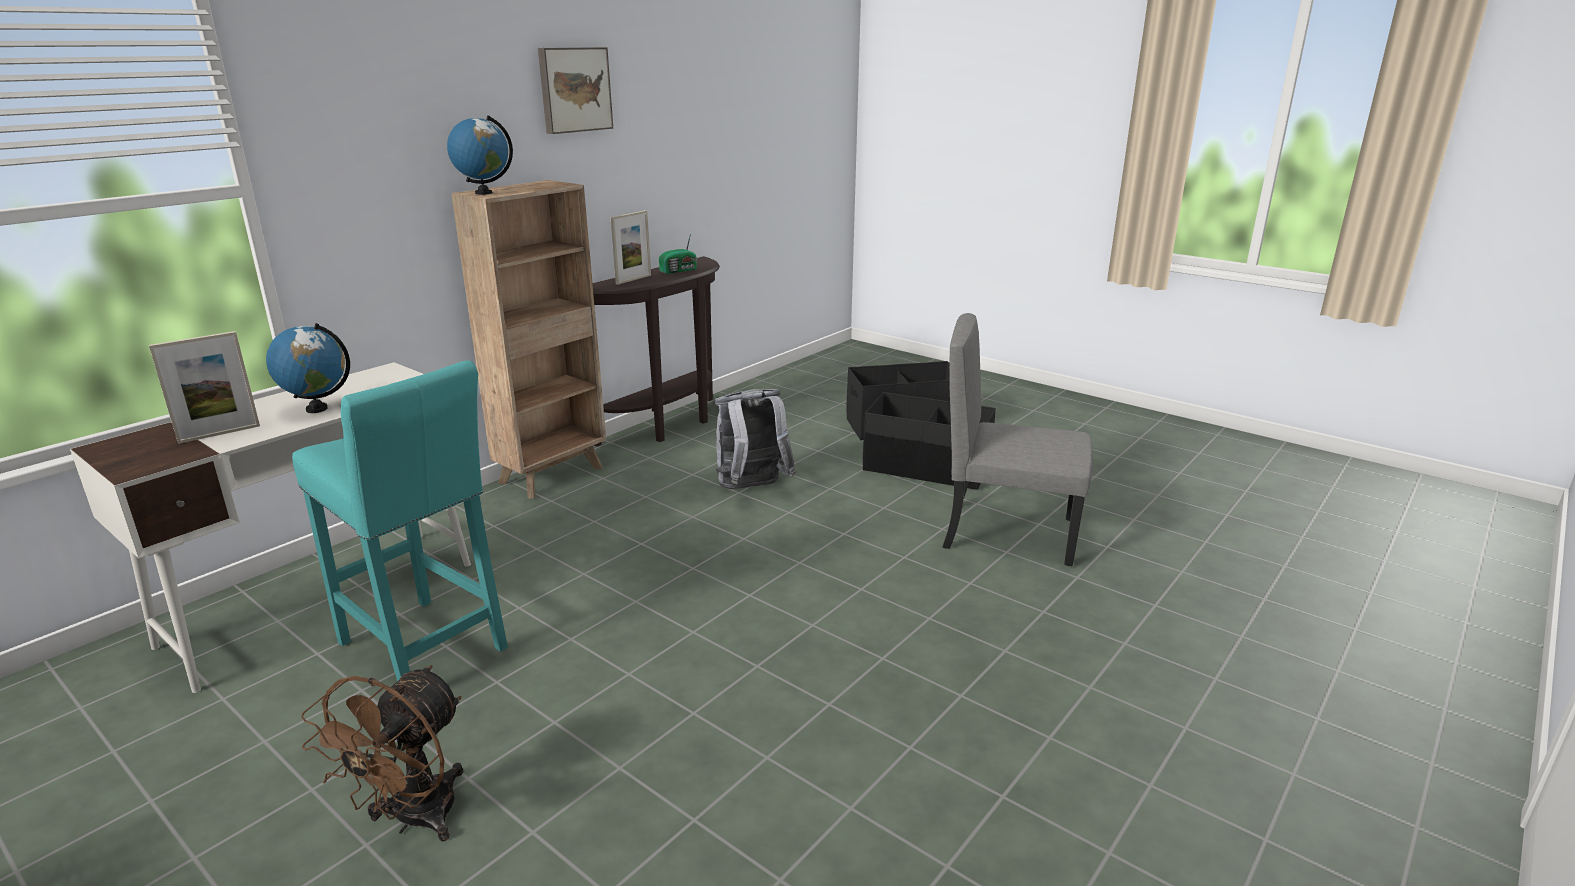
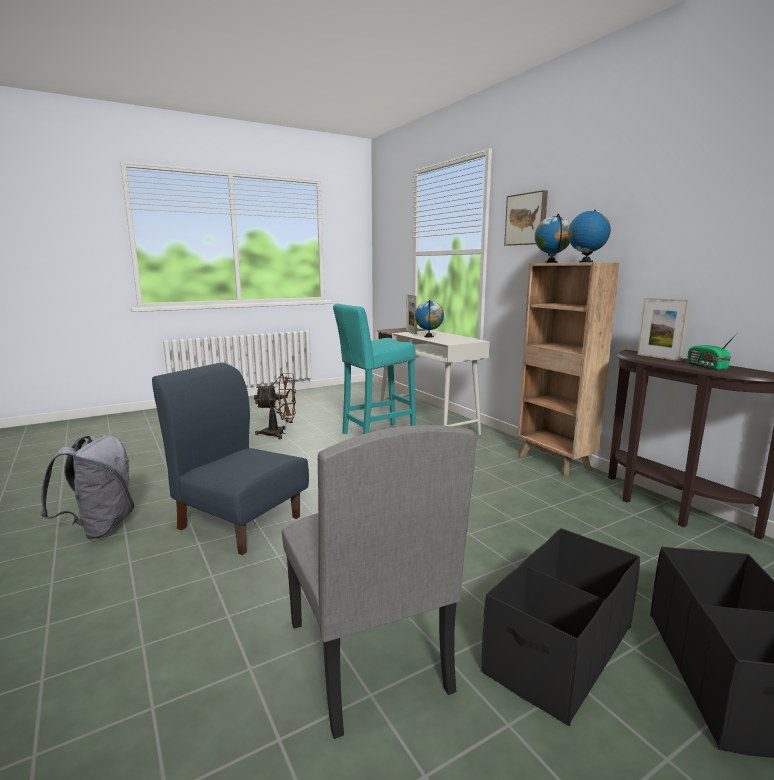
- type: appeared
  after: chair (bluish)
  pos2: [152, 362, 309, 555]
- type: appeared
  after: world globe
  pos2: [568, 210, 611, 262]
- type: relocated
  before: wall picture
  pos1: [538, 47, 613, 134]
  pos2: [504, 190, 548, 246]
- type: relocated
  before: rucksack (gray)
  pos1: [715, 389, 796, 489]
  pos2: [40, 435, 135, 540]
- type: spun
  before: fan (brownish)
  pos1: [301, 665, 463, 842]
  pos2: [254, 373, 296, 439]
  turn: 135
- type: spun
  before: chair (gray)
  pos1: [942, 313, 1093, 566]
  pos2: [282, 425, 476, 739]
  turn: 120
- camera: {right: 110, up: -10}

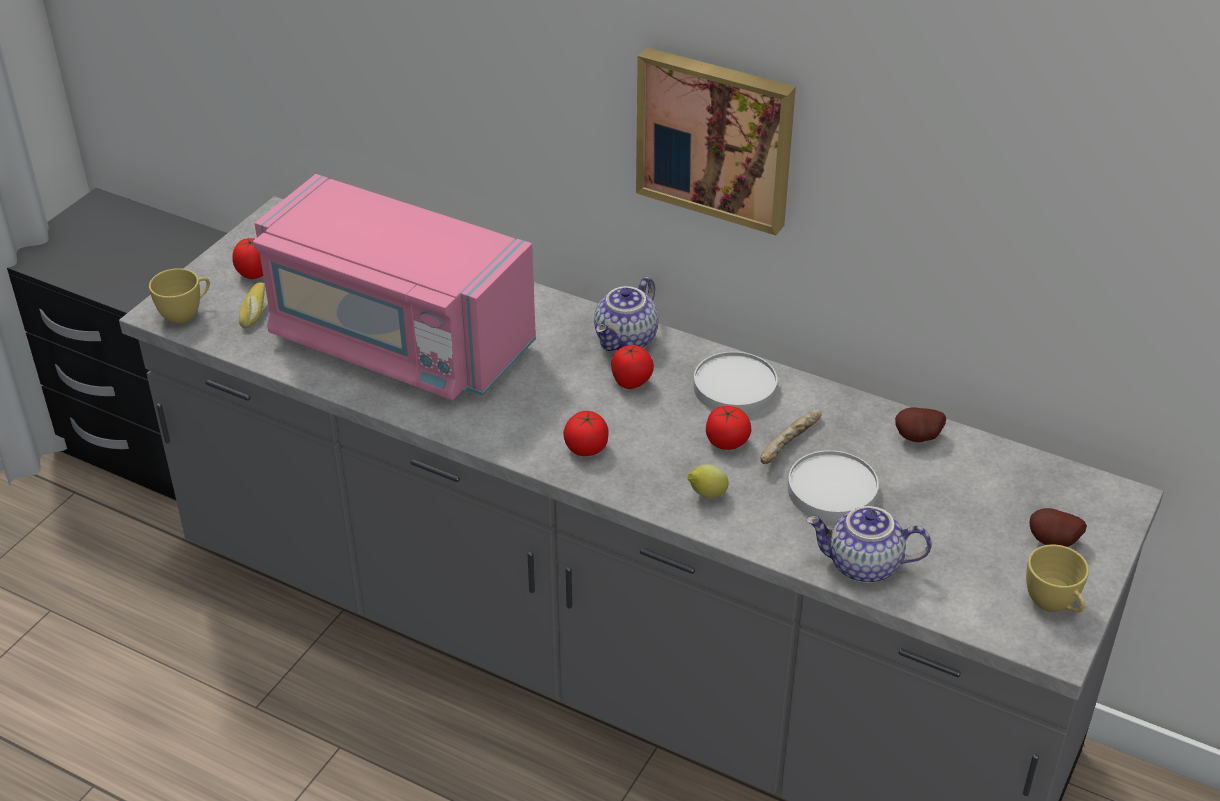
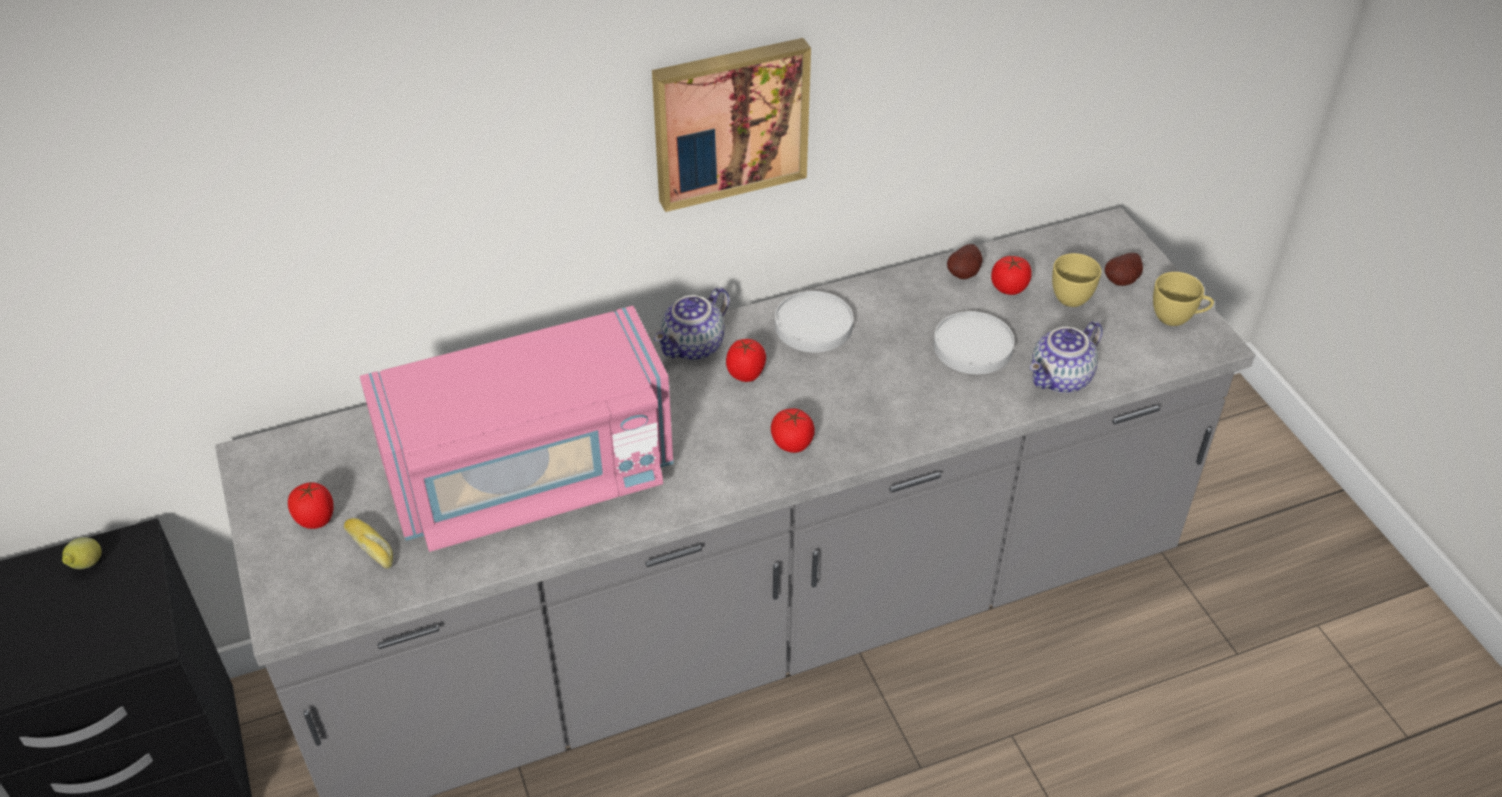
- type: missing
  before: baked bread
  pos1: [761, 409, 822, 464]
- type: relocated
  before: small cup (yellow)
  pos1: [149, 268, 210, 324]
  pos2: [1052, 253, 1102, 307]
- type: relocated
  before: whole lemon
  pos1: [687, 464, 728, 498]
  pos2: [62, 537, 102, 569]
- type: relocated
  before: whole tomato
  pos1: [706, 406, 751, 450]
  pos2: [991, 256, 1032, 295]
- type: spun
  before: tea pot
  pos1: [594, 277, 658, 351]
  pos2: [654, 287, 729, 360]
  turn: 60
- camera: {right: -50, up: 5}

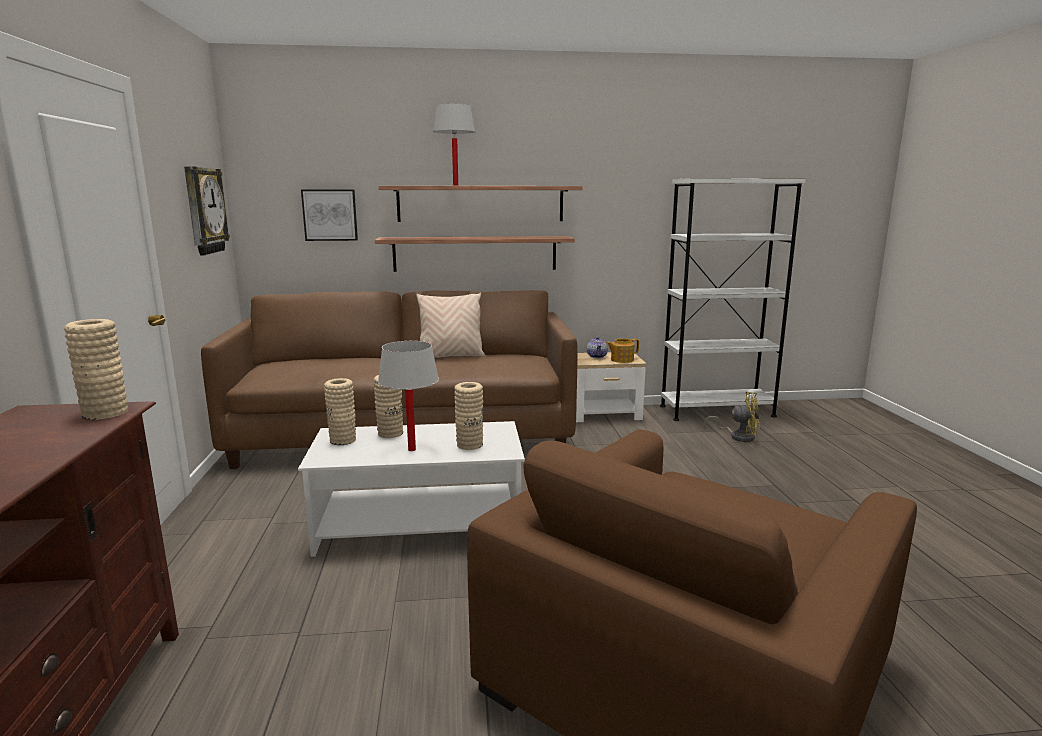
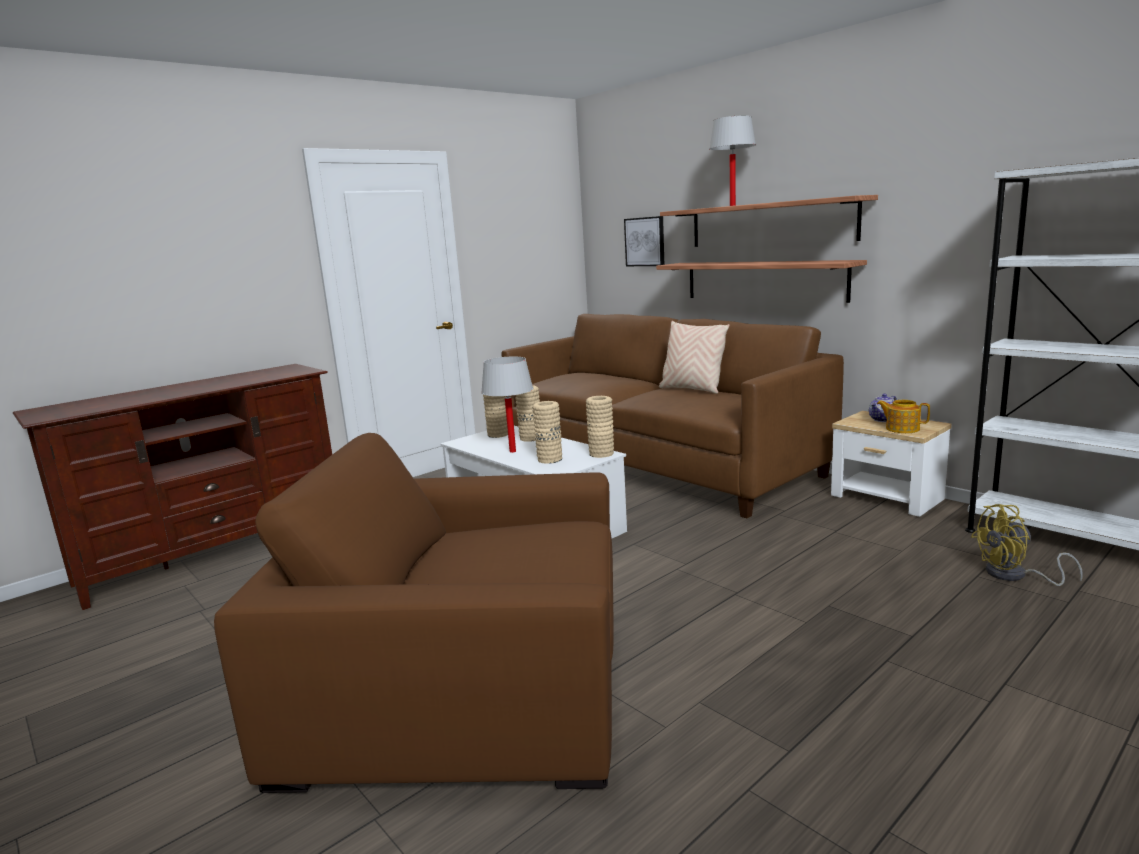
- type: missing
  before: clock on the wall
  pos1: [184, 166, 230, 255]
- type: relocated
  before: flower vase (sand-coloured)
  pos1: [64, 319, 128, 420]
  pos2: [586, 396, 614, 458]
- type: spun
  before: fan (yellow)
  pos1: [704, 392, 760, 442]
  pos2: [971, 504, 1083, 586]
  turn: 105
- camera: {right: 55, up: 0}

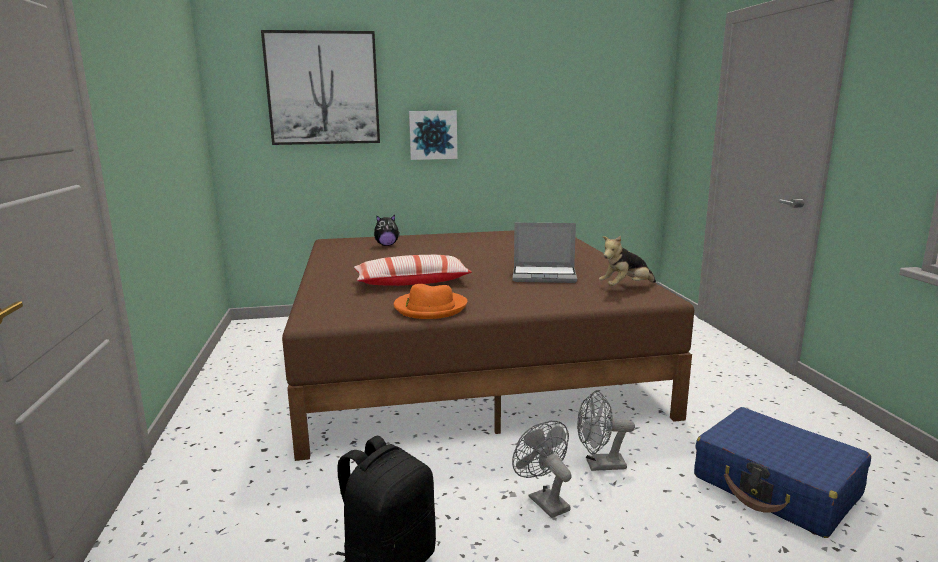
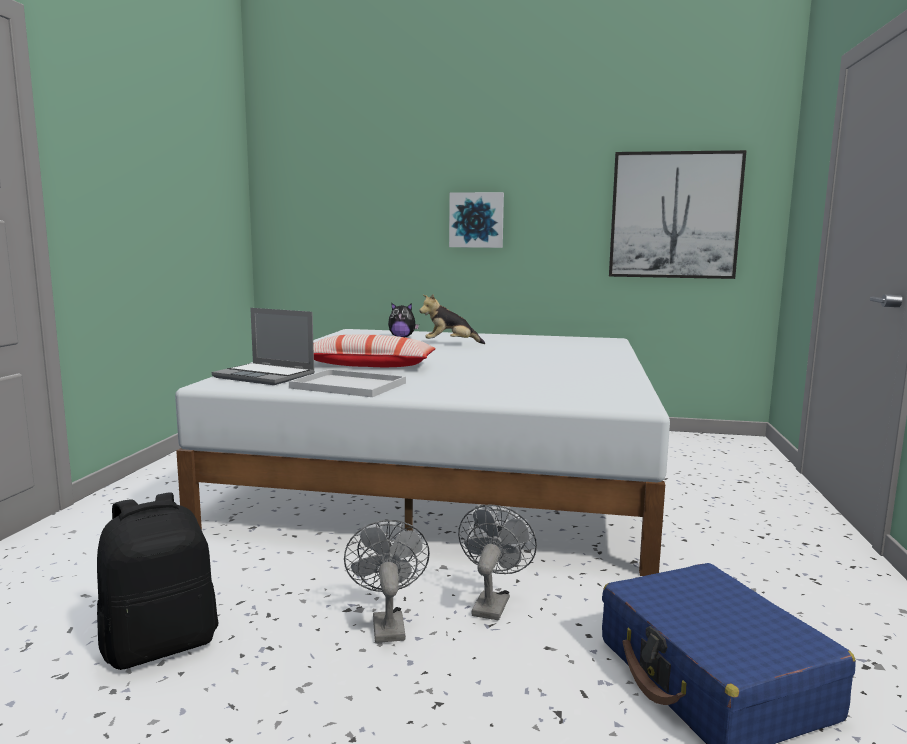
- type: relocated
  before: wall picture
  pos1: [261, 30, 380, 145]
  pos2: [609, 150, 747, 279]
- type: relocated
  before: portable computer
  pos1: [513, 223, 577, 283]
  pos2: [212, 308, 315, 385]
- type: relocated
  before: cuddly toy
  pos1: [599, 236, 656, 286]
  pos2: [419, 294, 485, 344]
- type: exchanged
  before: hat (orangey)
  after: tray (white-coloured)
  pos1: [394, 284, 467, 319]
  pos2: [289, 369, 406, 397]
- type: colour
  before: bed (brownish)
  after: bed (white-coloured)
  pos1: [282, 230, 694, 461]
  pos2: [175, 329, 670, 576]
- type: spun
  before: fan (gray)
  pos1: [577, 390, 635, 471]
  pos2: [458, 505, 537, 620]
  turn: 90
- camera: {right: 20, up: -5}

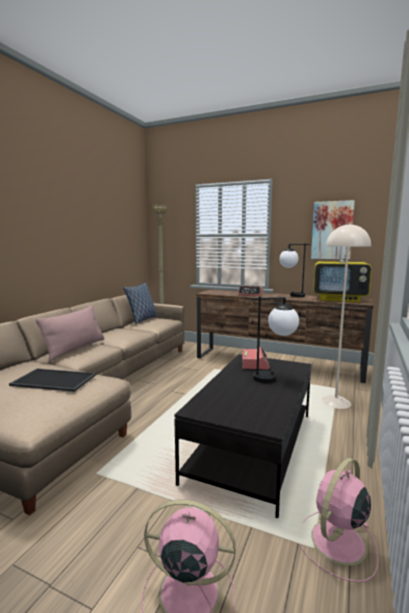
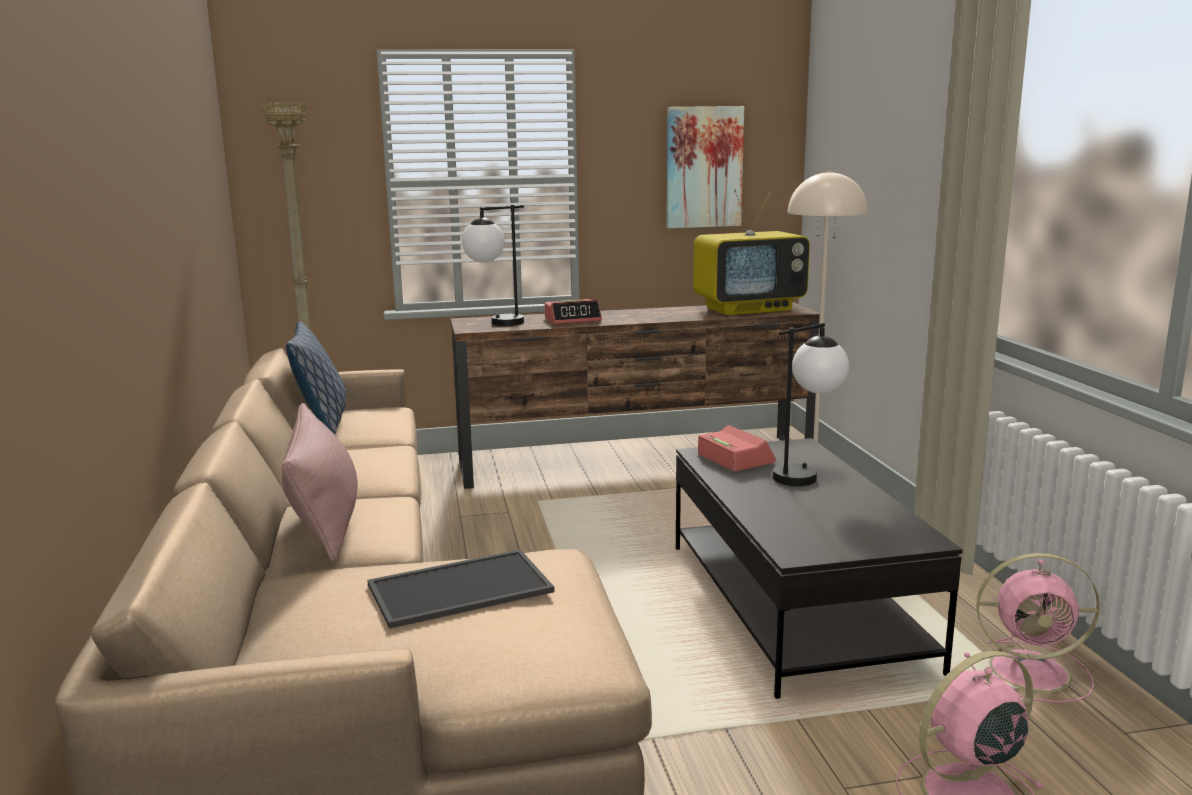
- type: relocated
  before: tabletop lamp
  pos1: [279, 243, 311, 297]
  pos2: [462, 205, 524, 326]
- type: spun
  before: fan (pink-coloured)
  pos1: [299, 458, 379, 582]
  pos2: [964, 553, 1100, 703]
  turn: -90
- camera: {right: -35, up: 5}

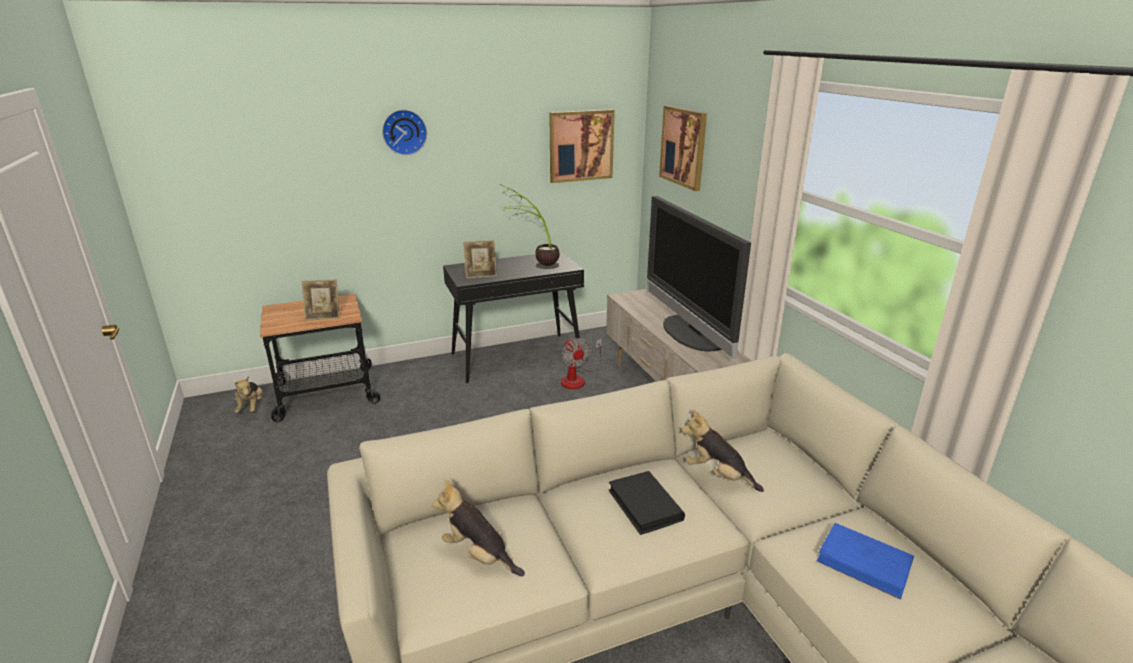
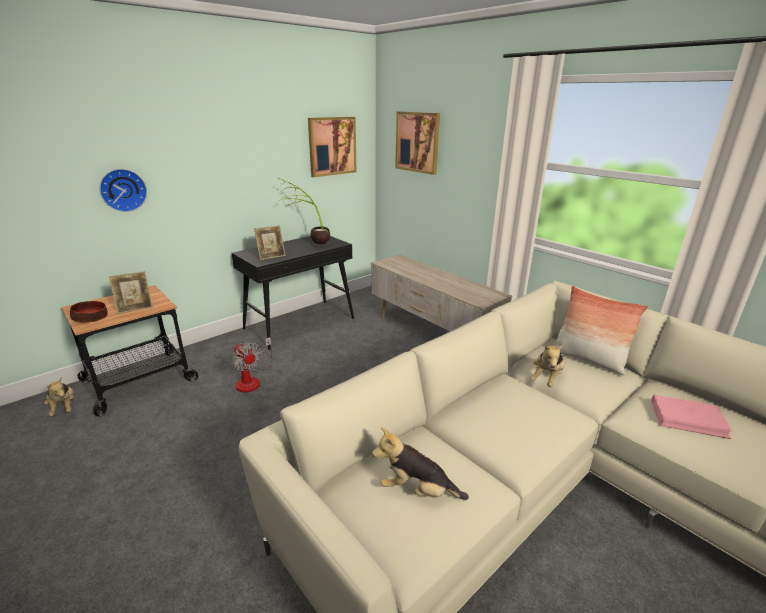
- type: missing
  before: book (black-coloured)
  pos1: [608, 471, 685, 535]
- type: missing
  before: TV
  pos1: [647, 196, 751, 359]
- type: appeared
  after: serving bowl
  pos2: [70, 301, 108, 323]
- type: appeared
  after: cushion
  pos2: [556, 286, 648, 375]
- type: relocated
  before: clock on the wall
  pos1: [382, 109, 427, 155]
  pos2: [99, 169, 147, 212]
- type: relocated
  before: fan
  pos1: [561, 338, 602, 389]
  pos2: [232, 337, 274, 393]
- type: colour
  before: book (bluish)
  after: book (pink-coloured)
  pos1: [817, 523, 914, 600]
  pos2: [651, 395, 732, 439]
- type: spun
  before: cuddly toy
  pos1: [681, 410, 764, 492]
  pos2: [530, 345, 565, 387]
  turn: -75
- camera: {right: -20, up: 0}

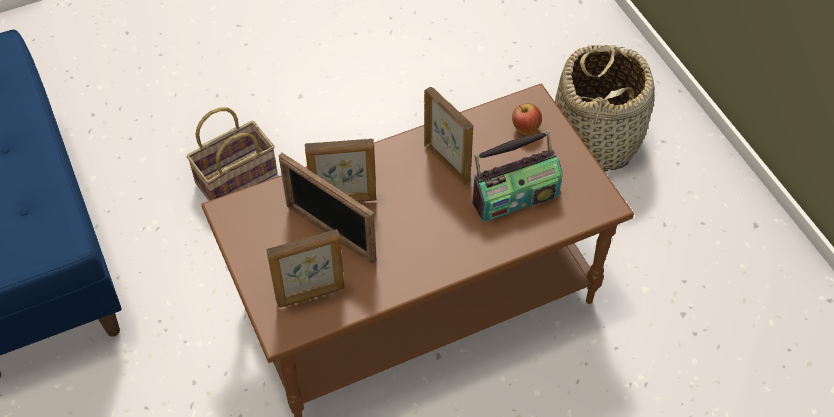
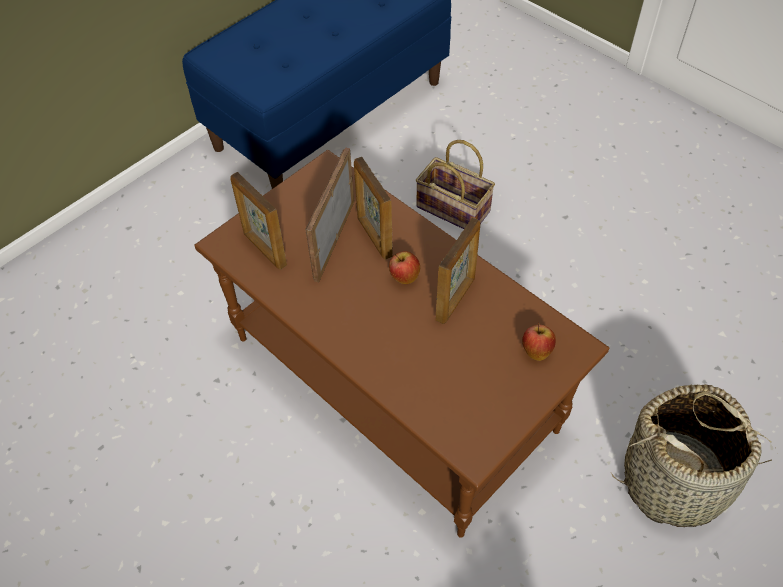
- type: missing
  before: radio receiver
  pos1: [473, 131, 563, 222]
- type: appeared
  after: apple
  pos2: [389, 251, 420, 284]
- camera: {right: 70, up: 0}

